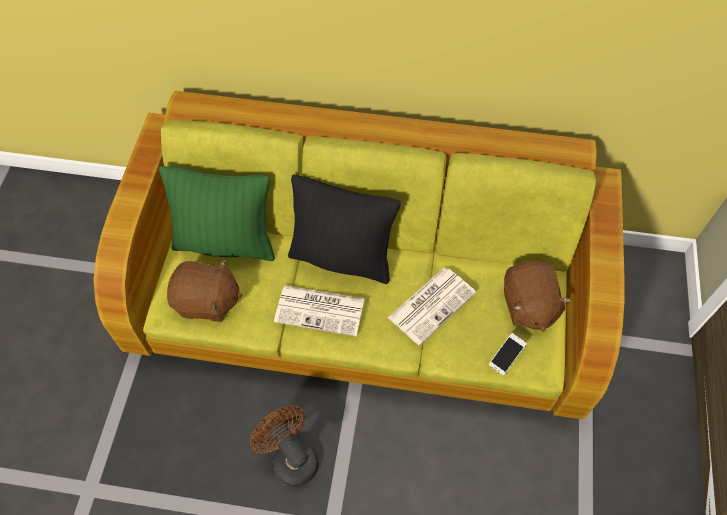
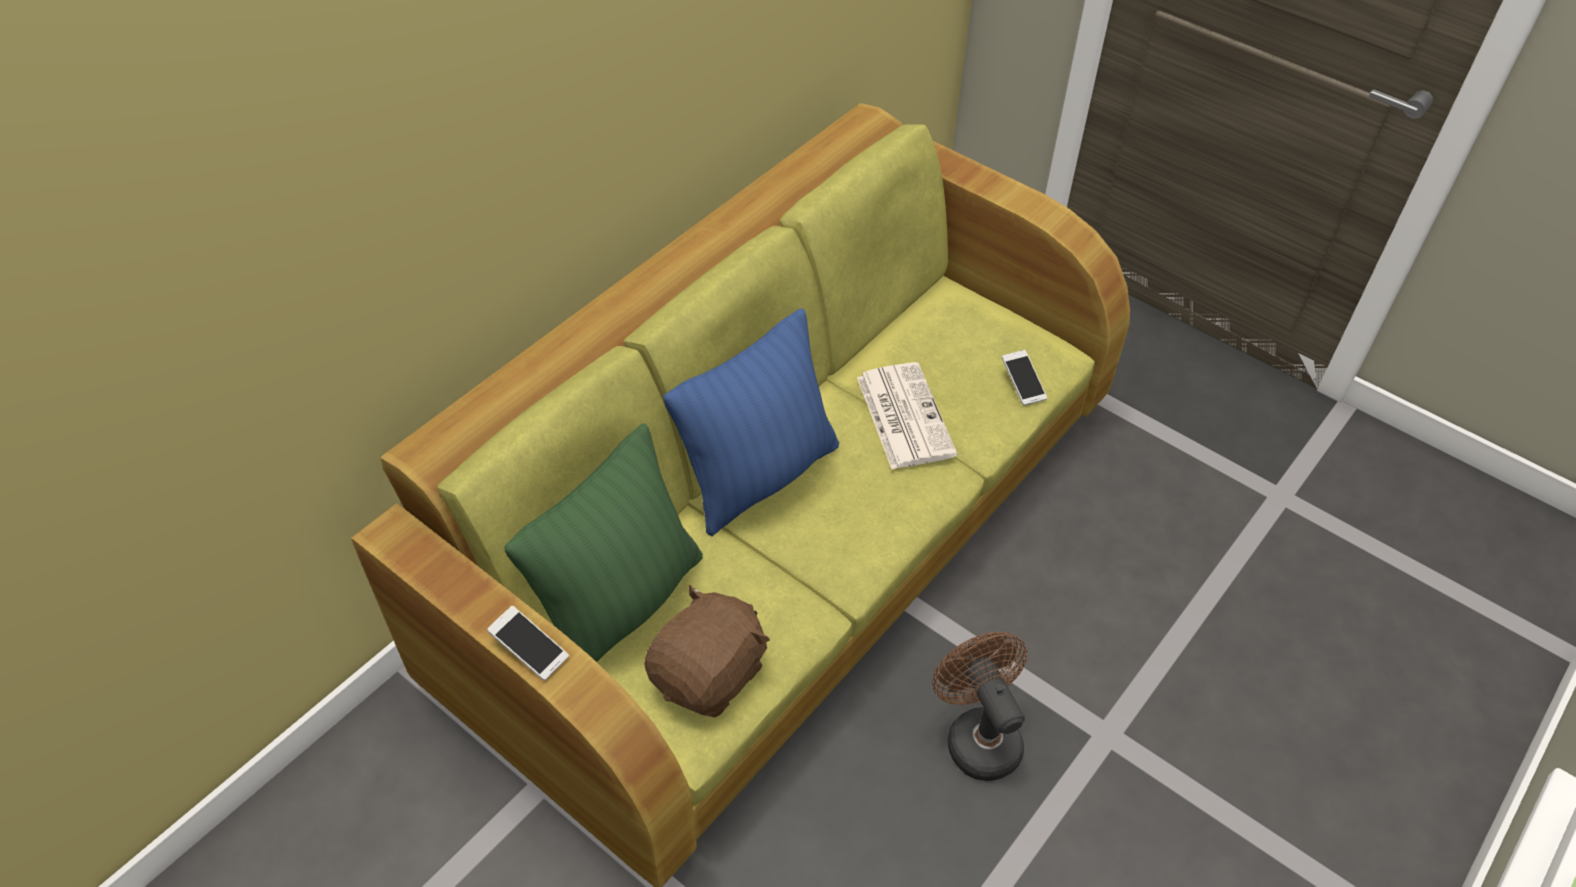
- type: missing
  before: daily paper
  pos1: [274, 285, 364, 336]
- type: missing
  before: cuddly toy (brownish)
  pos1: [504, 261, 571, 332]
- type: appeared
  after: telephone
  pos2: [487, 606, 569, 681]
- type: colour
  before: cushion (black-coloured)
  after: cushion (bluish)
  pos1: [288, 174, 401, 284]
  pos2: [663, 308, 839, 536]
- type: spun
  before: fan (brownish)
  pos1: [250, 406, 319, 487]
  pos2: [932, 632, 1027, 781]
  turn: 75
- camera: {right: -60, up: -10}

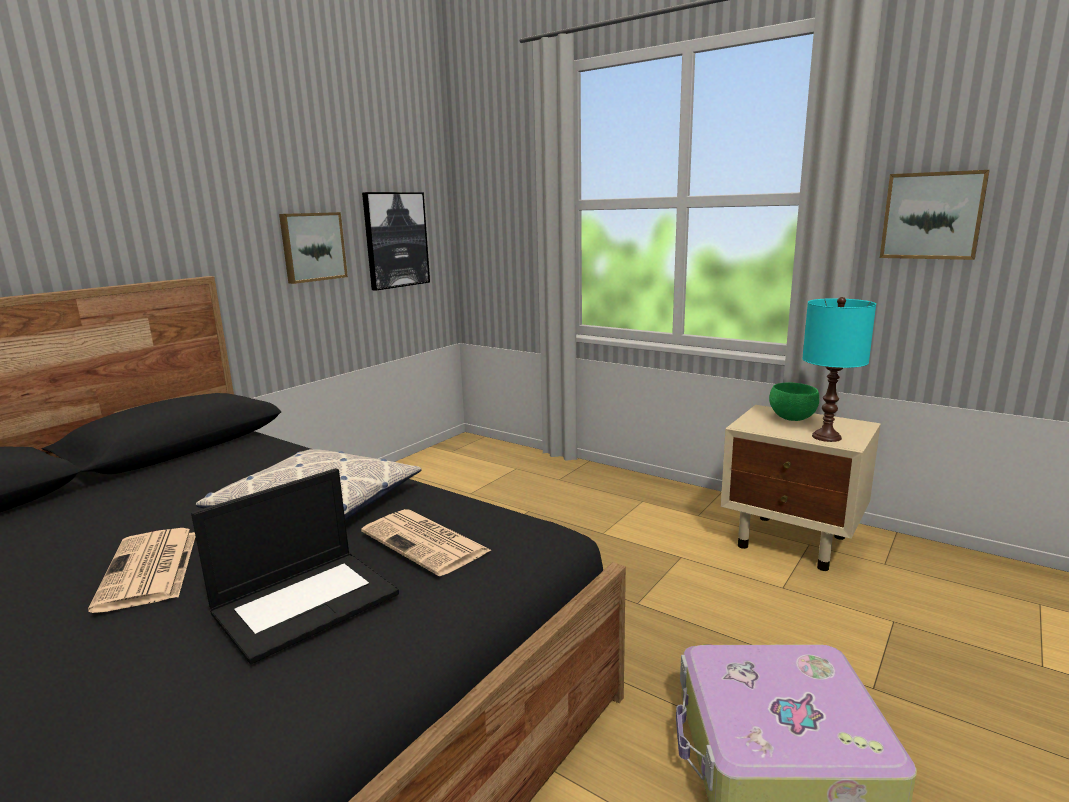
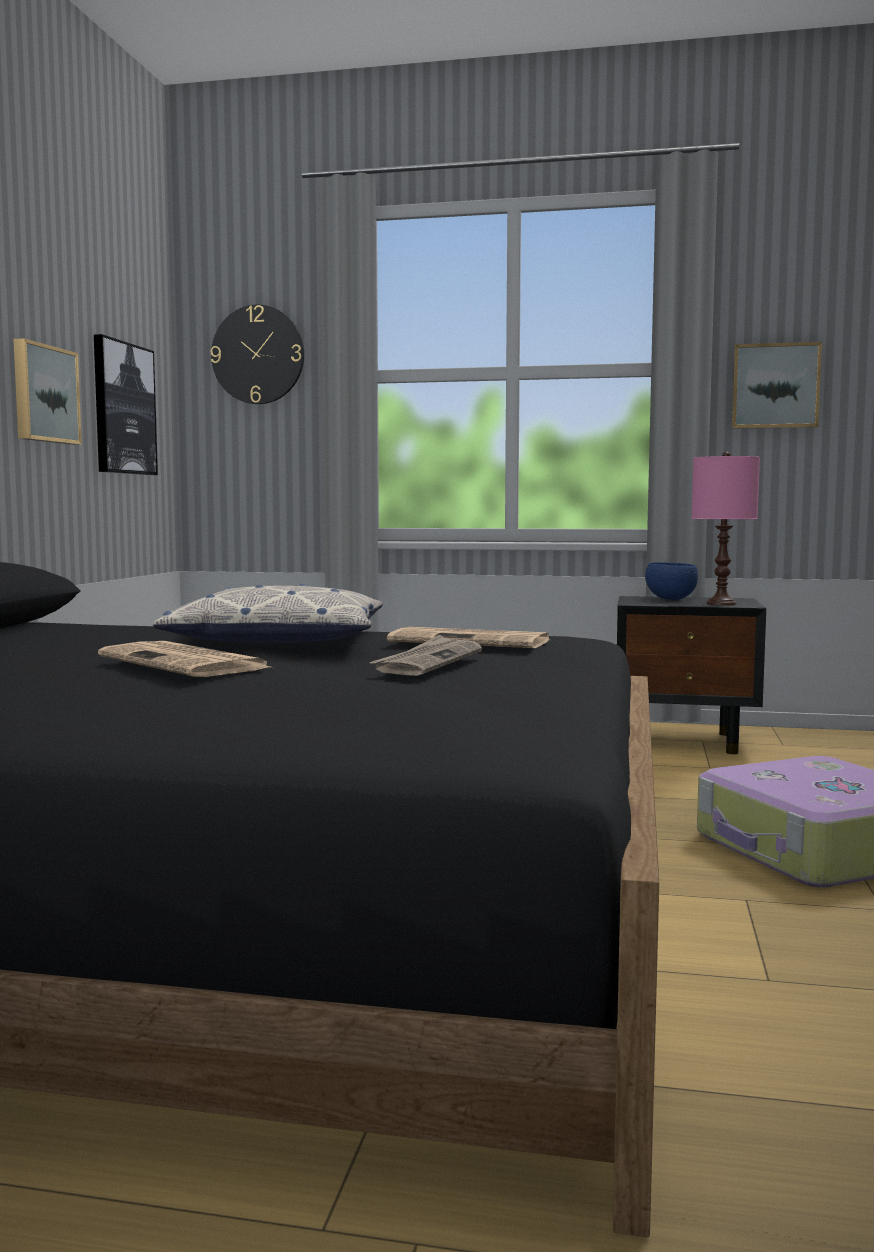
- type: appeared
  after: clock on the wall
  pos2: [211, 305, 304, 404]
- type: exchanged
  before: portable computer
  after: daily paper
  pos1: [191, 468, 399, 664]
  pos2: [369, 635, 482, 676]
- type: colour
  before: night table (sand-coloured)
  after: night table (black-coloured)
  pos1: [721, 405, 881, 571]
  pos2: [617, 596, 766, 754]
- type: colour
  before: serving bowl (green-coloured)
  after: serving bowl (bluish)
  pos1: [769, 383, 819, 421]
  pos2: [645, 562, 698, 600]
- type: colour
  before: tabletop lamp (turquoise-coloured)
  after: tabletop lamp (pink-coloured)
  pos1: [802, 297, 876, 442]
  pos2: [691, 452, 760, 606]
- camera: {right: -25, up: -10}

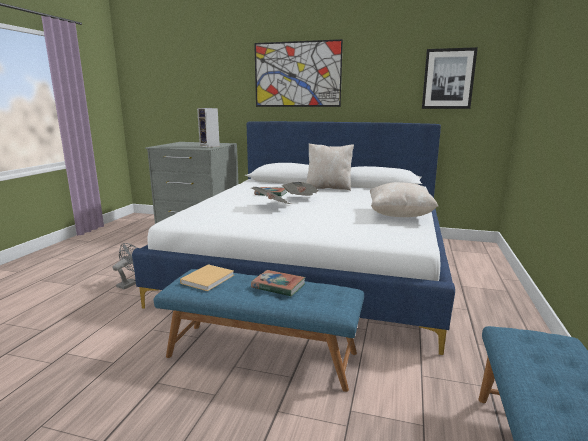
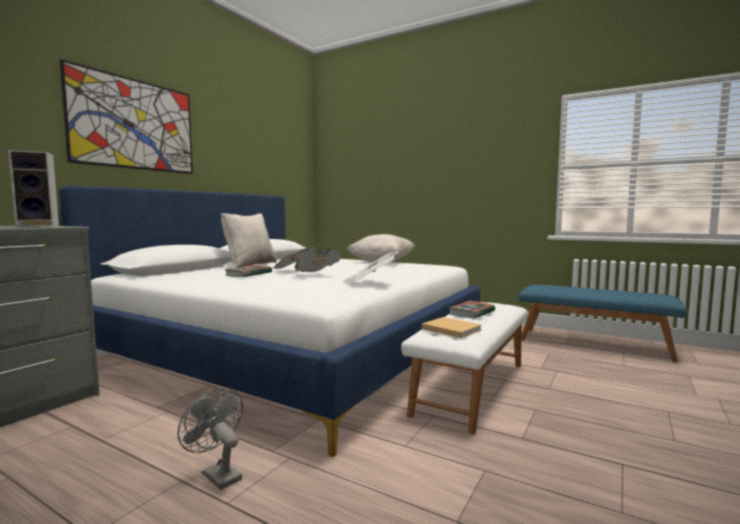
- type: missing
  before: wall picture
  pos1: [422, 47, 478, 109]
- type: appeared
  after: daily paper
  pos2: [343, 251, 399, 283]
- type: colour
  before: indoor bench (bluish)
  after: indoor bench (white-coloured)
  pos1: [154, 269, 364, 392]
  pos2: [401, 302, 527, 434]
- camera: {right: -75, up: -10}

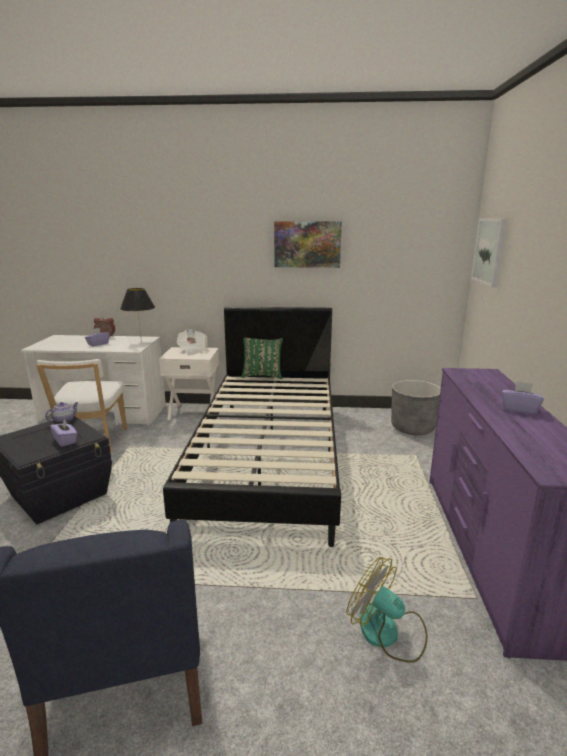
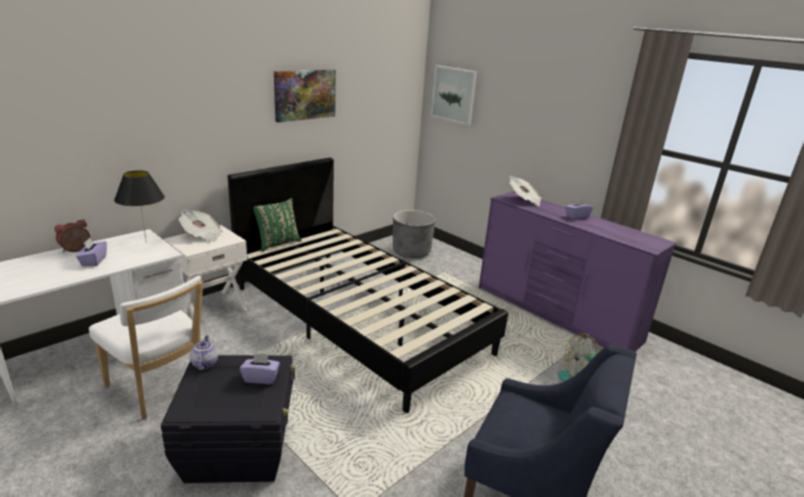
- type: appeared
  after: daily paper
  pos2: [510, 176, 542, 206]
- camera: {right: -50, up: 5}

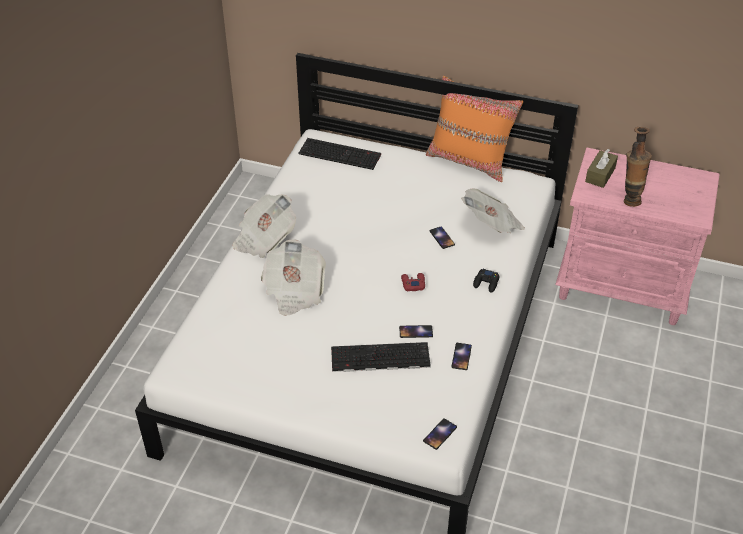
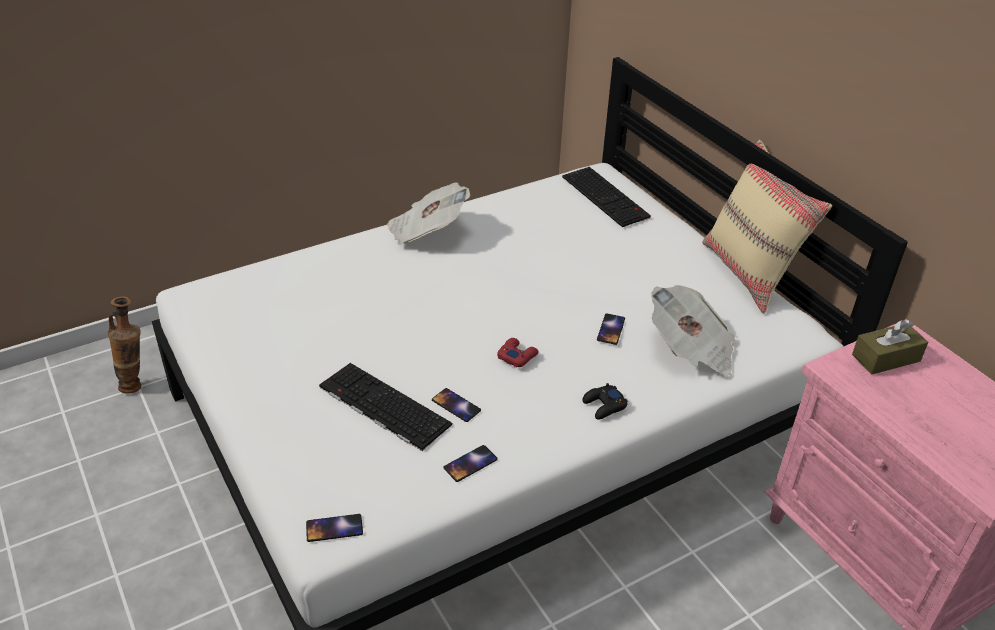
- type: missing
  before: daily paper
  pos1: [261, 239, 326, 316]
- type: relocated
  before: flower vase
  pos1: [624, 127, 652, 207]
  pos2: [108, 296, 141, 394]
- type: colour
  before: cushion (orangey)
  after: cushion (sand-coloured)
  pos1: [426, 76, 523, 182]
  pos2: [702, 140, 832, 314]
- camera: {right: 40, up: -5}

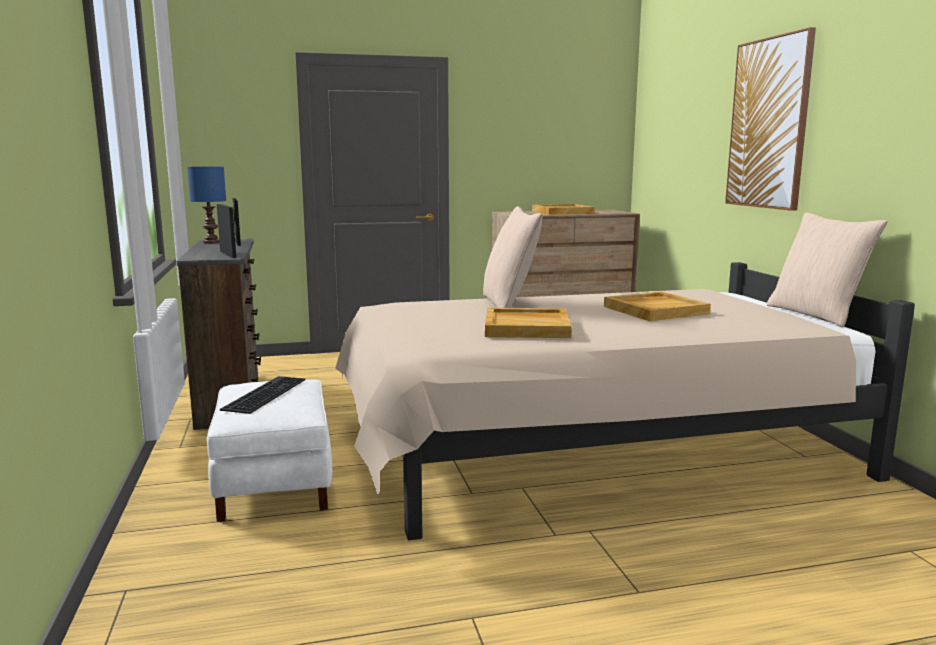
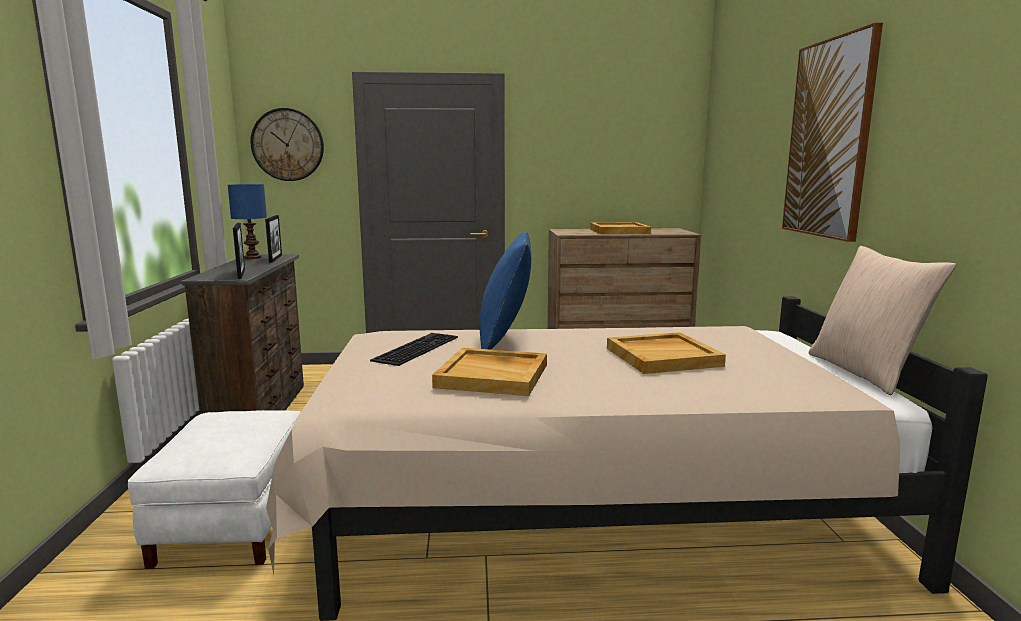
- type: appeared
  after: clock on the wall
  pos2: [250, 108, 324, 181]
- type: relocated
  before: PC keyboard
  pos1: [220, 376, 305, 414]
  pos2: [370, 333, 458, 366]
- type: colour
  before: cushion (sand-coloured)
  after: cushion (bluish)
  pos1: [483, 206, 542, 308]
  pos2: [479, 231, 531, 350]
- camera: {right: 10, up: 0}

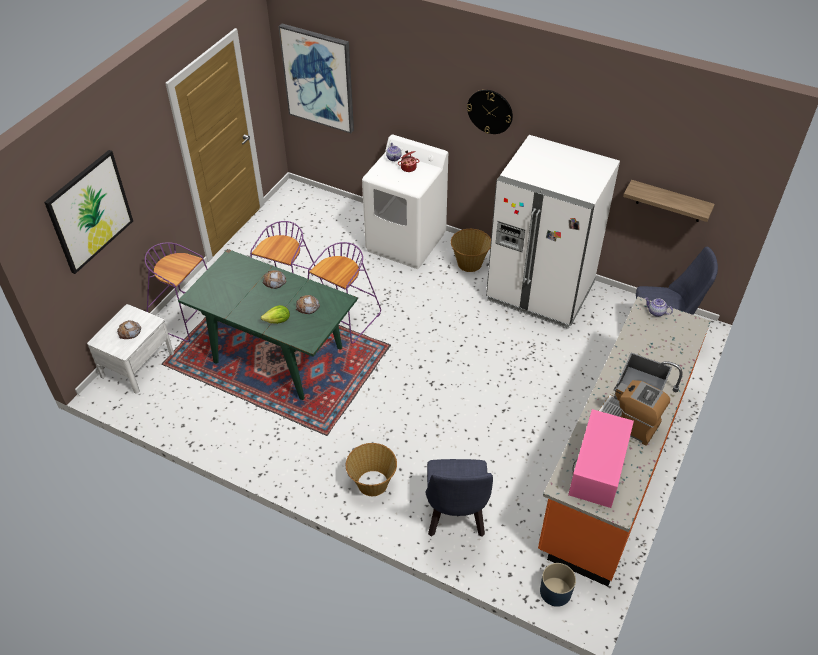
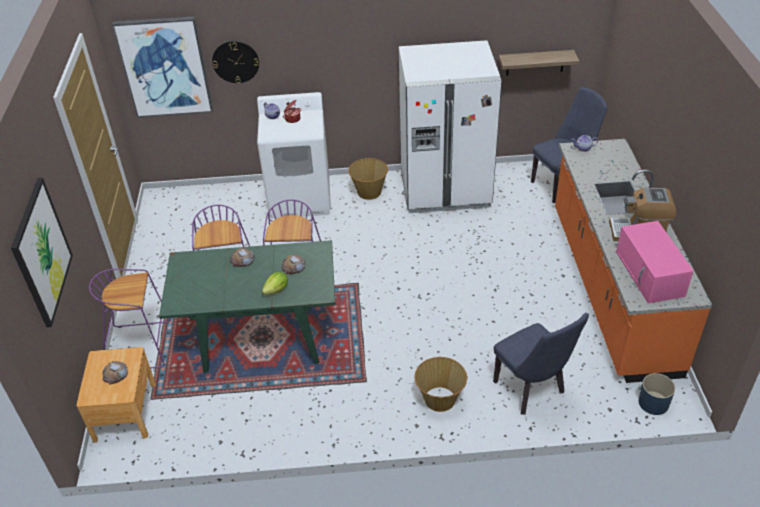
- type: relocated
  before: clock on the wall
  pos1: [467, 90, 513, 134]
  pos2: [212, 41, 259, 84]
- type: colour
  before: night table (white-coloured)
  after: night table (brownish)
  pos1: [87, 304, 174, 394]
  pos2: [76, 347, 156, 443]
- camera: {right: -30, up: -5}

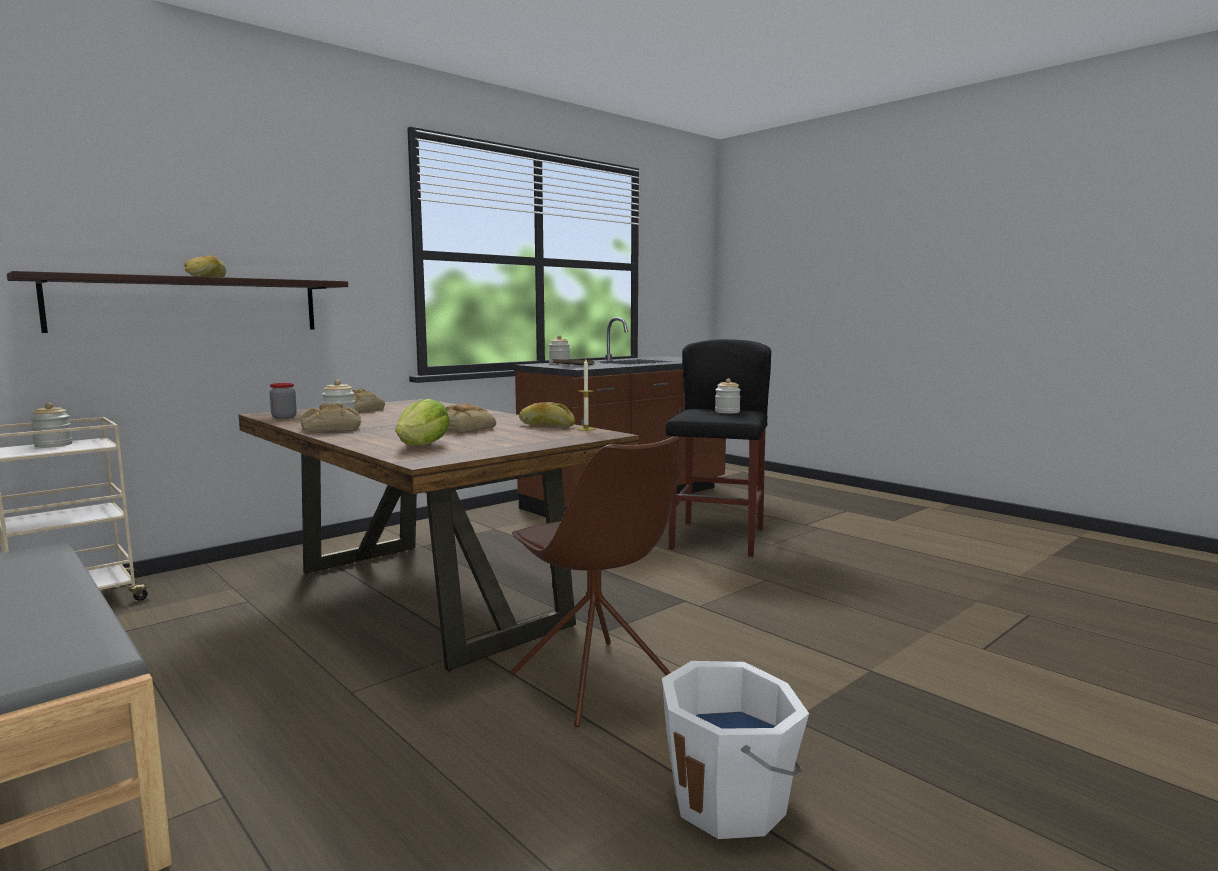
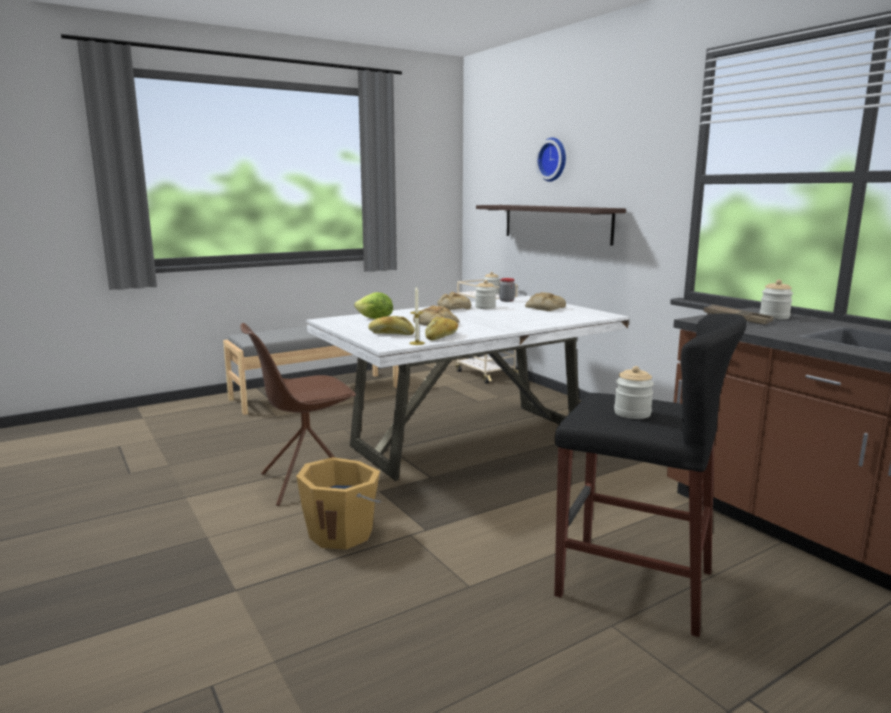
- type: missing
  before: pail (white-coloured)
  pos1: [662, 661, 809, 839]
- type: appeared
  after: pail (orangey)
  pos2: [296, 457, 381, 550]
- type: appeared
  after: clock on the wall
  pos2: [536, 138, 566, 182]
- type: relocated
  before: baked bread
  pos1: [184, 255, 226, 277]
  pos2: [368, 316, 415, 335]
- type: colour
  before: dining table (brownish)
  after: dining table (white-coloured)
  pos1: [238, 399, 639, 672]
  pos2: [306, 296, 629, 481]
- camera: {right: 100, up: 5}

